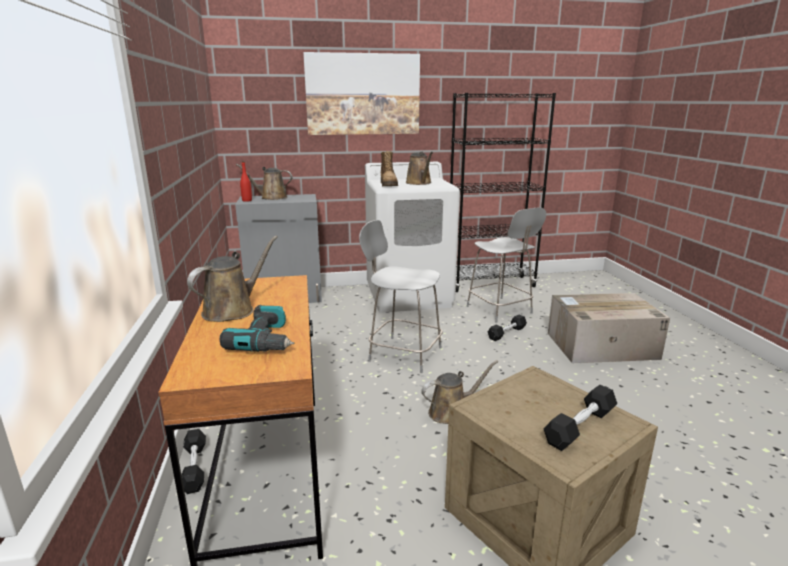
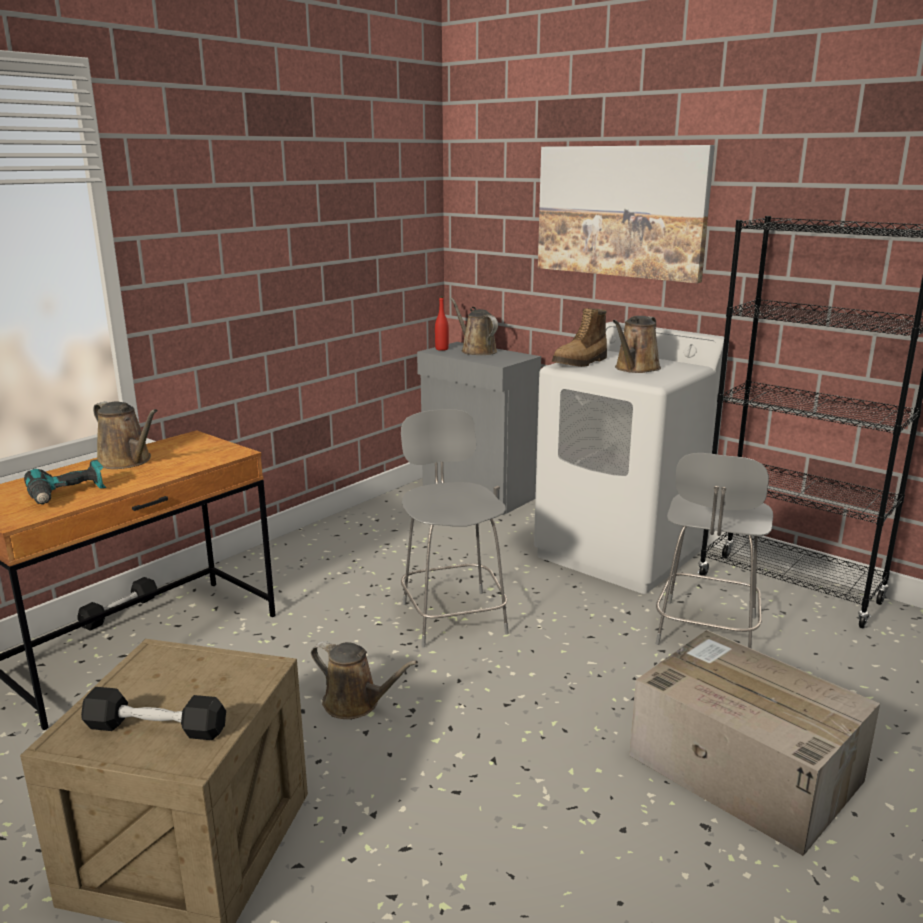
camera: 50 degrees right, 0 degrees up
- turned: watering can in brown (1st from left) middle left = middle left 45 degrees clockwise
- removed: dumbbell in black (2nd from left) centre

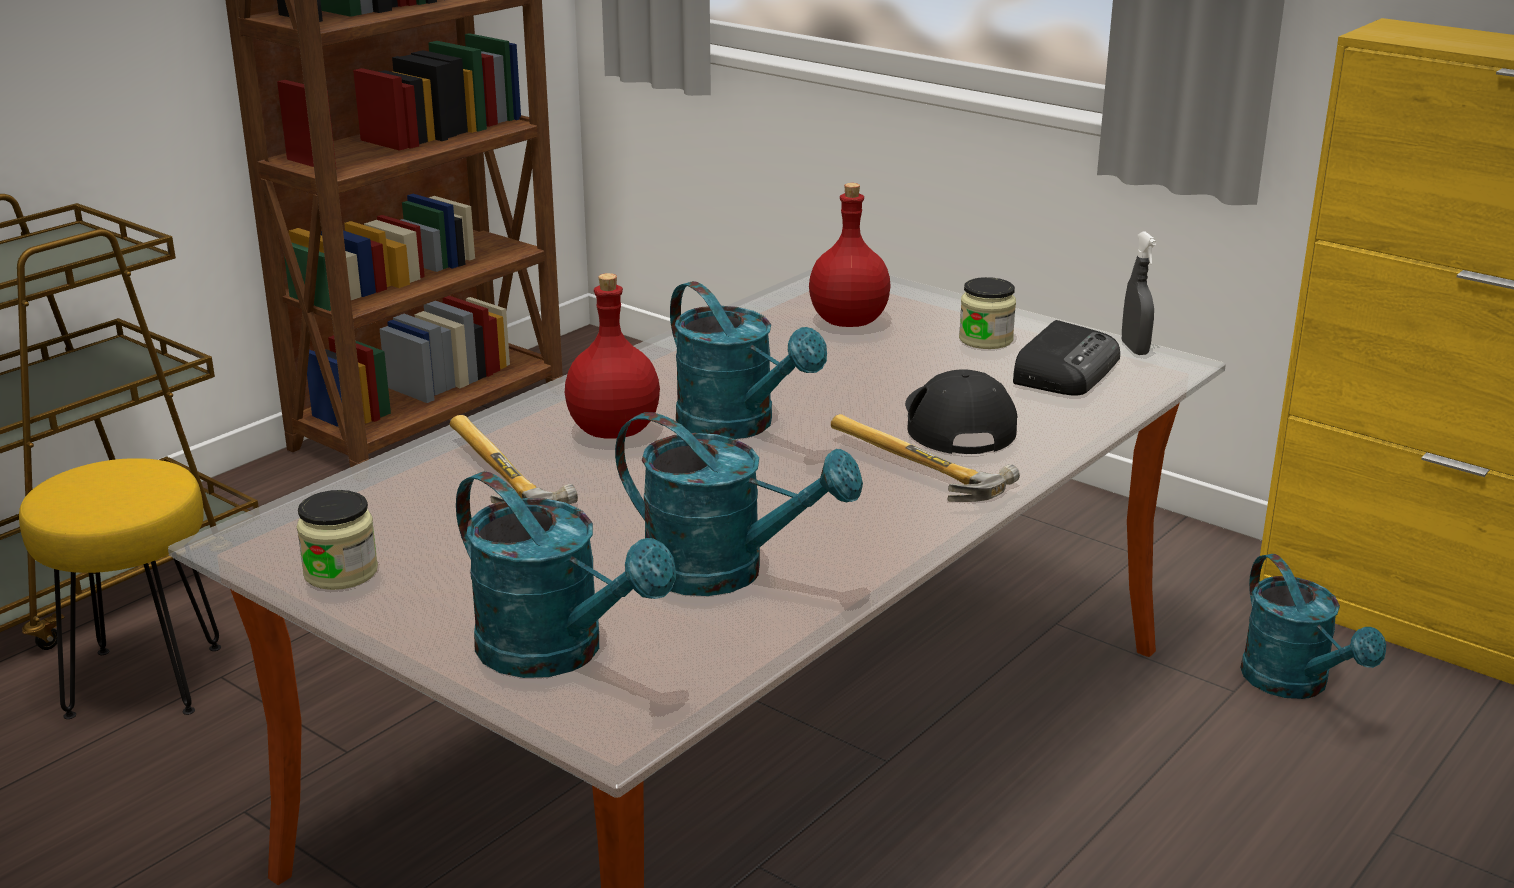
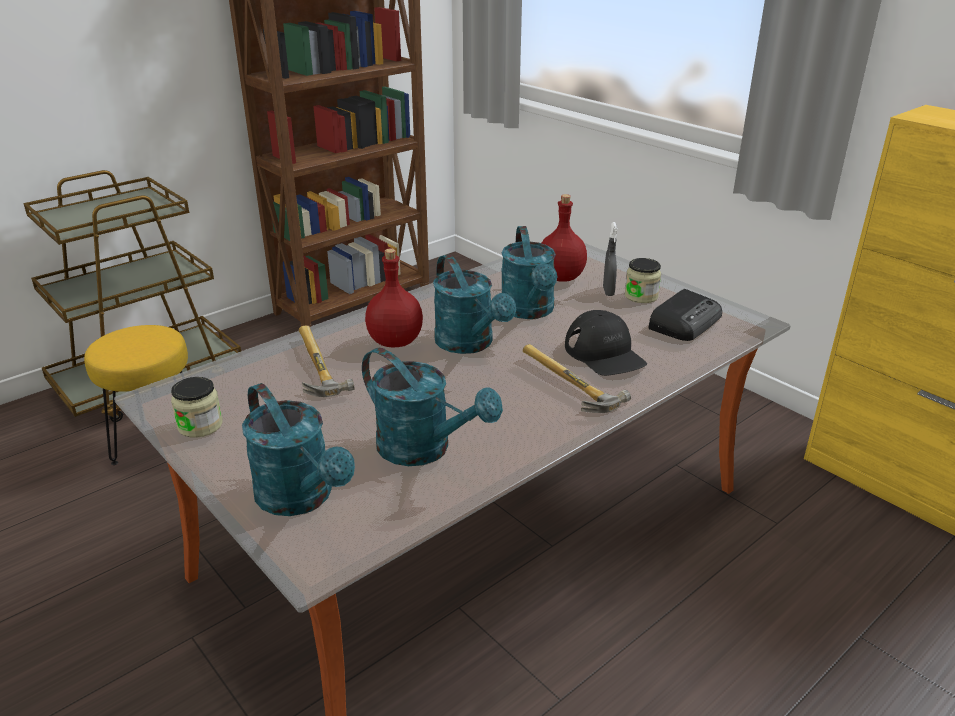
camera: 10 degrees right, 5 degrees up
- moved: spray bottle in grey top right to centre
- turned: cap in black centre = centre 150 degrees clockwise
- moved: watering can in turquoise (4th from left) bottom right to centre

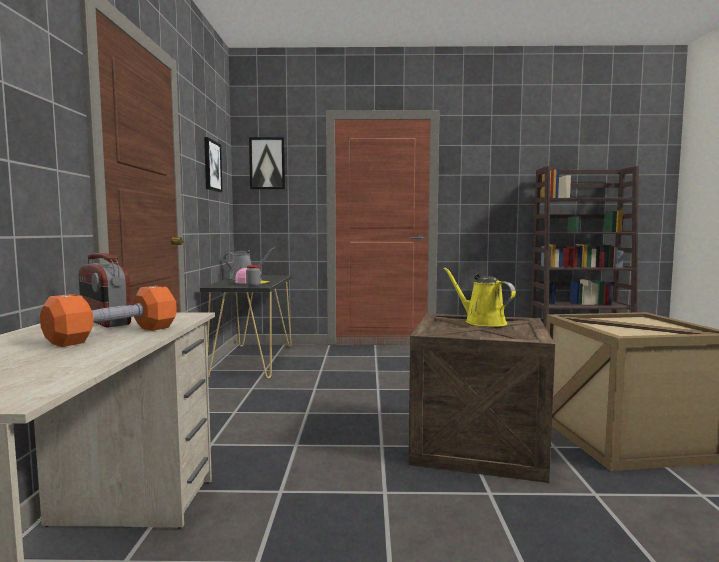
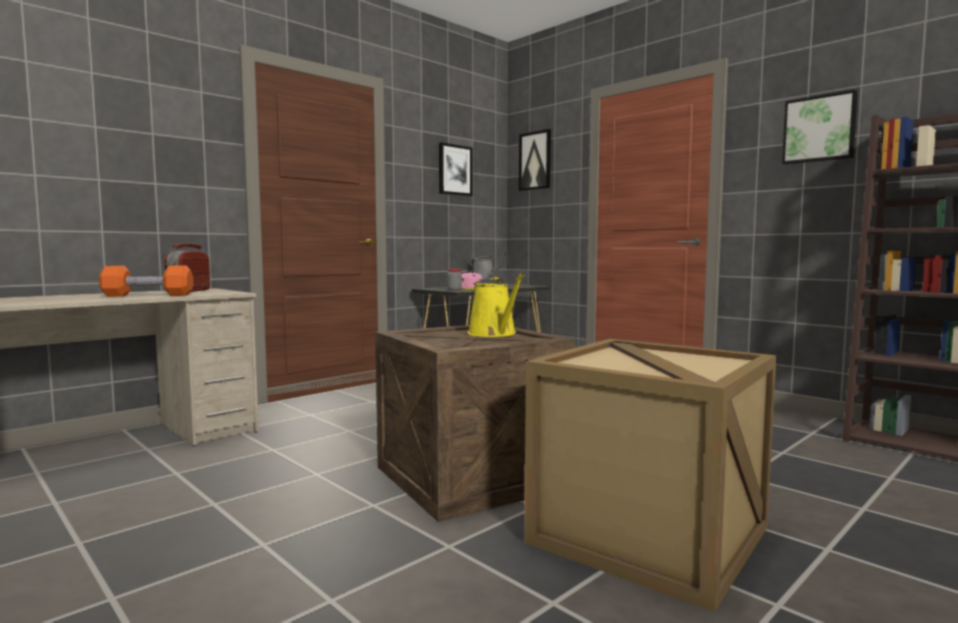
camera: 45 degrees right, 0 degrees up
- turned: watering can in yellow centre = centre 150 degrees clockwise
- added: picture (3rd from left) top right

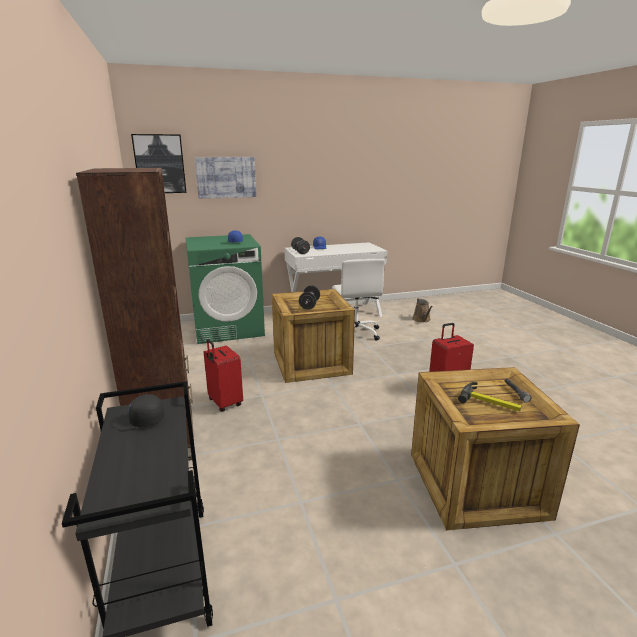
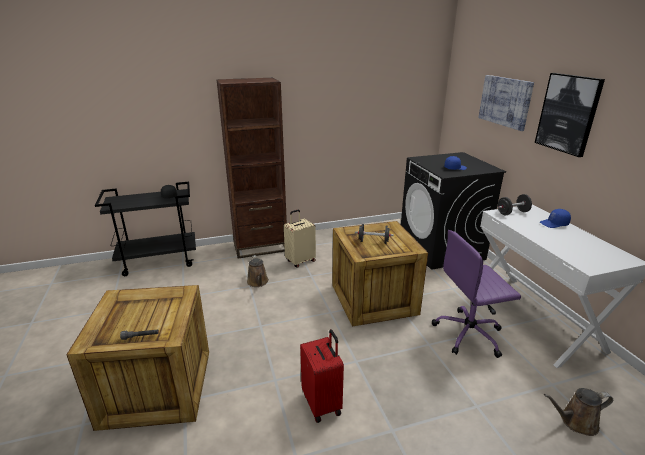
camera: 90 degrees right, 5 degrees up
- moved: picture (1st from left in the first image) top left to picture (2nd from left) top right
- recoloured: washing machine in green centre to washing machine in black middle right
- recoloured: office chair in white centre to office chair in purple middle right
- recoloured: suitcase in red (1st from left) centre to suitcase in beige centre
- removed: hammer middle right
- added: watering can in brown (1st from left) centre

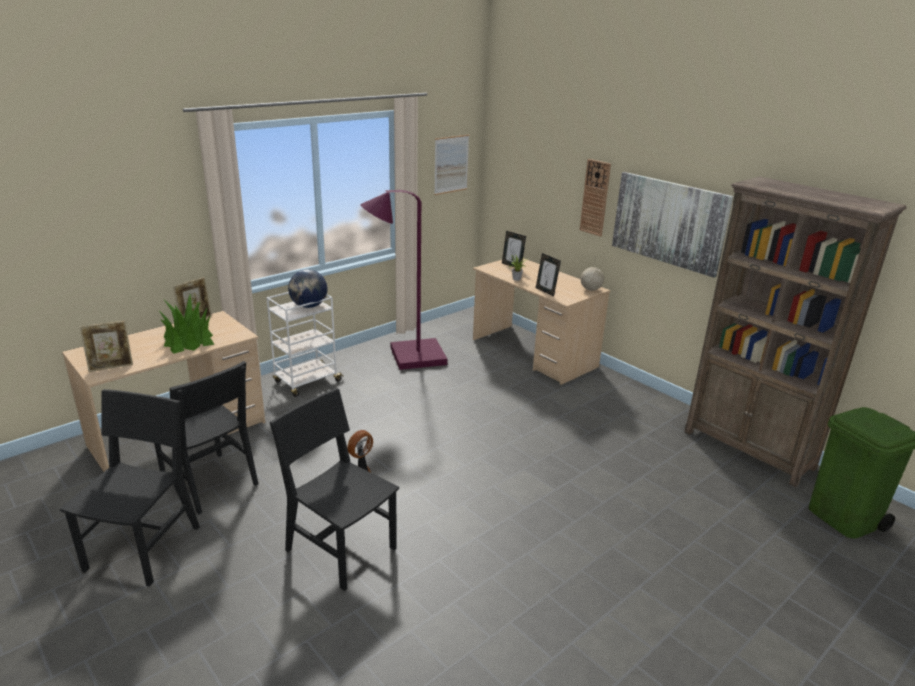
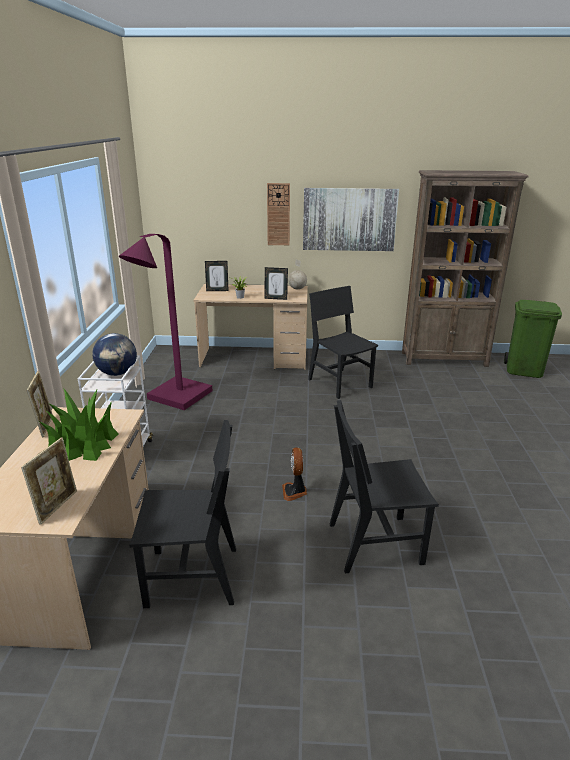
camera: 45 degrees left, 0 degrees up
- removed: picture (1st from left) top centre
- moved: chair in black (1st from left in the first image) bottom left to chair in black (2nd from left) centre

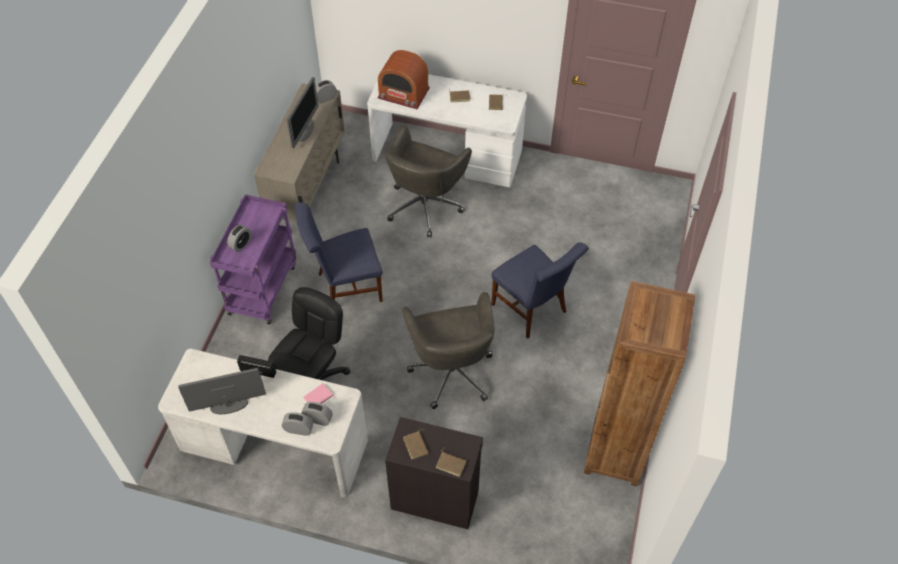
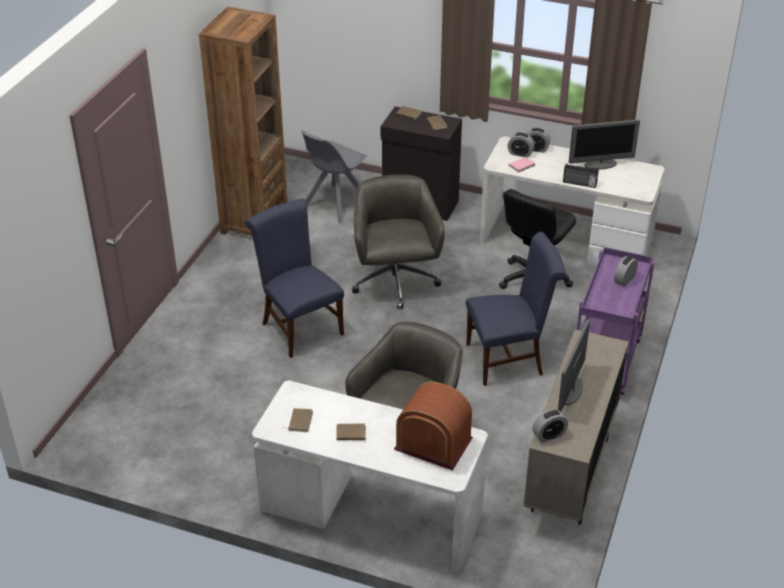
camera: 175 degrees left, 15 degrees down
- added: chair in grey top centre

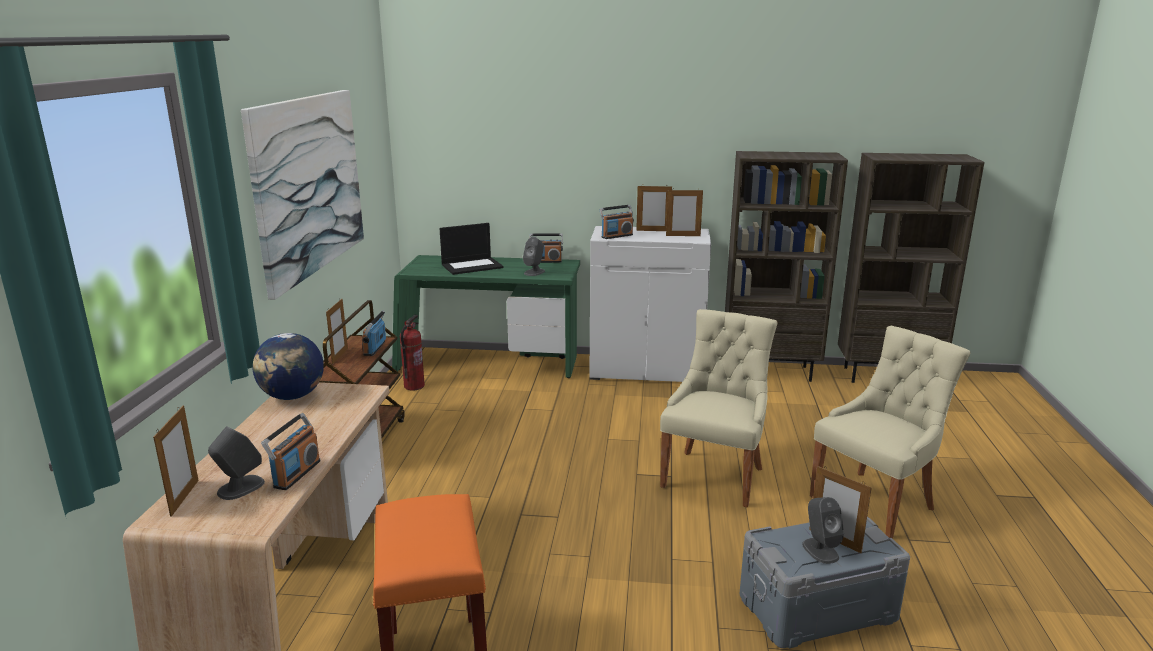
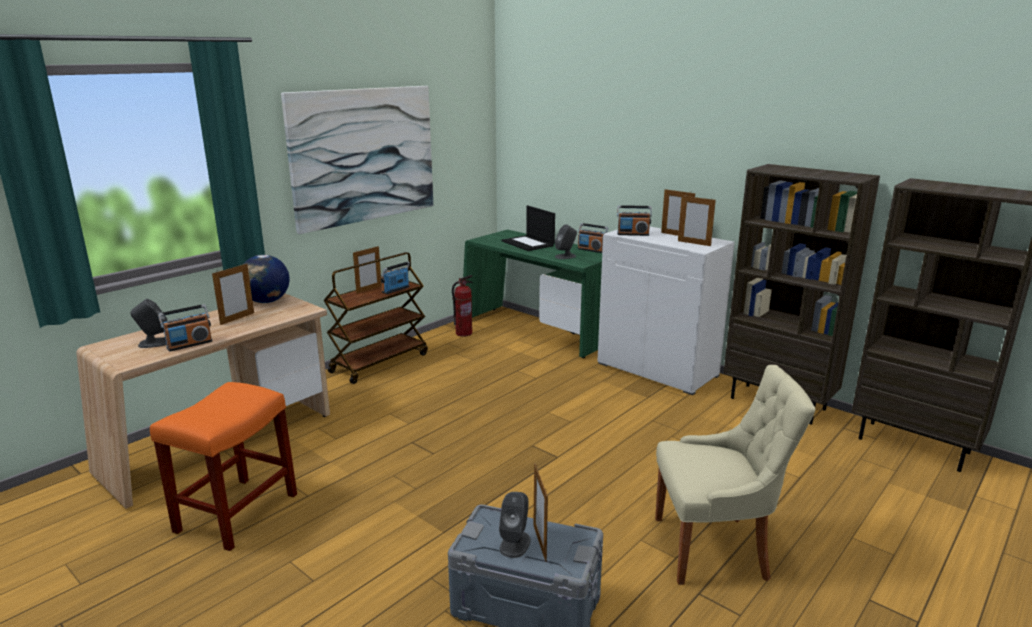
camera: 35 degrees right, 0 degrees up
- turned: laptop centre = centre 45 degrees clockwise
- removed: chair in beige (1st from left) centre
- moved: picture frame (1st from left) bottom left to middle left

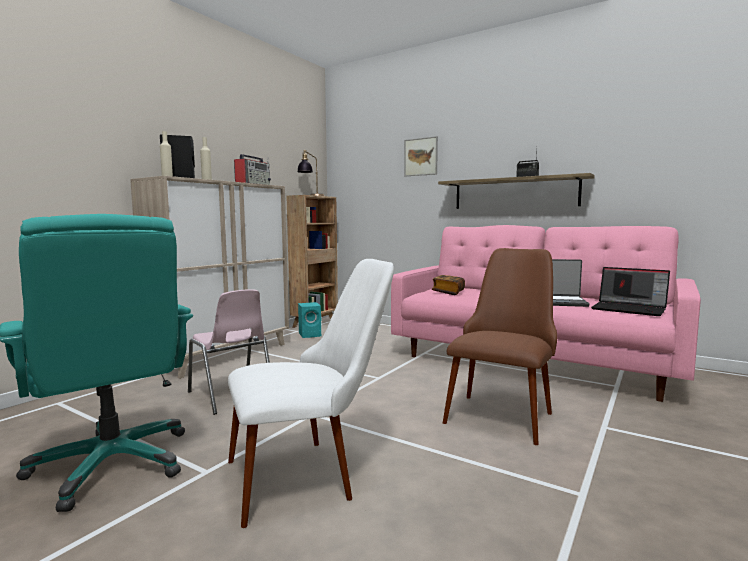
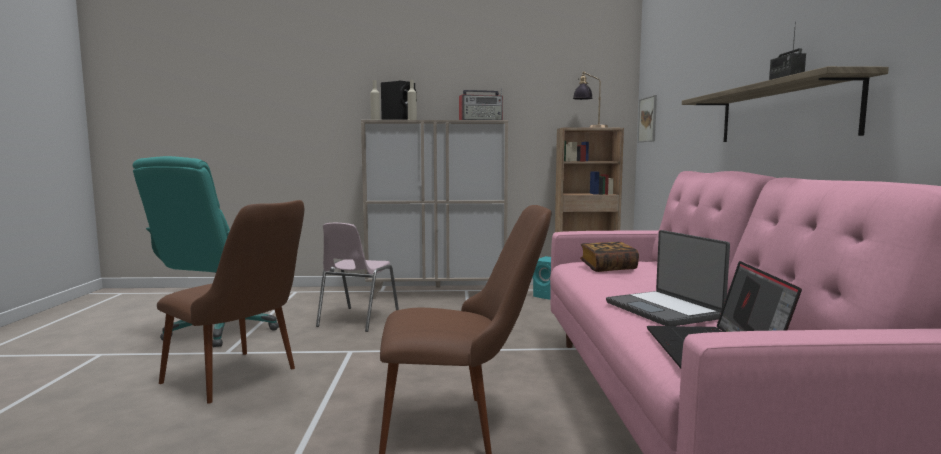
camera: 55 degrees right, 0 degrees up
- moved: picture top centre to top right
- recoloured: chair in white bottom centre to chair in brown (1st from left) middle left

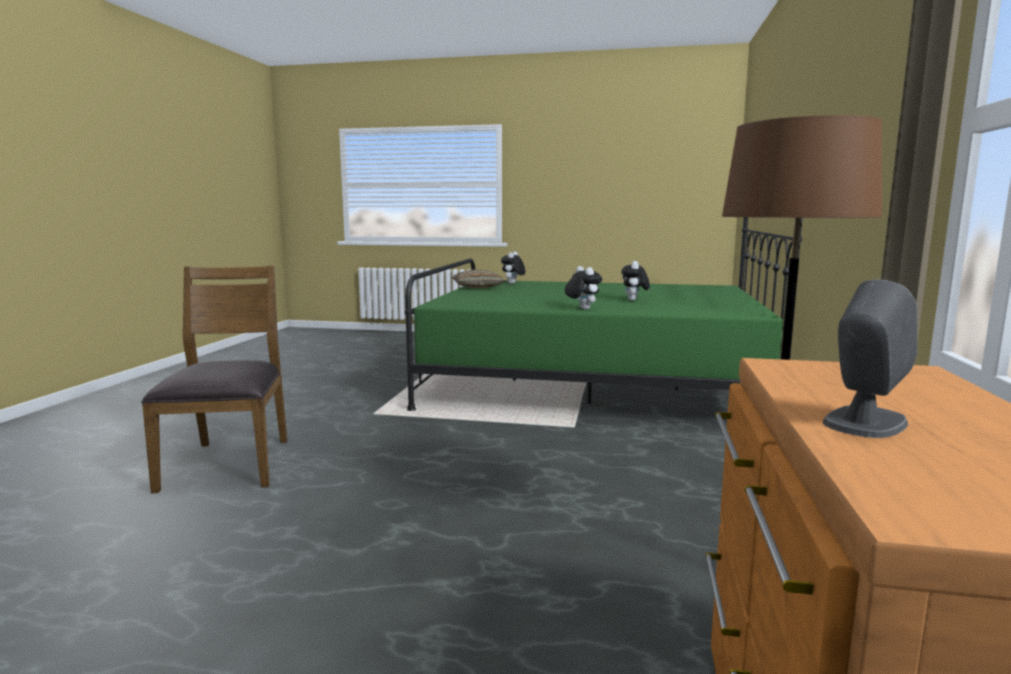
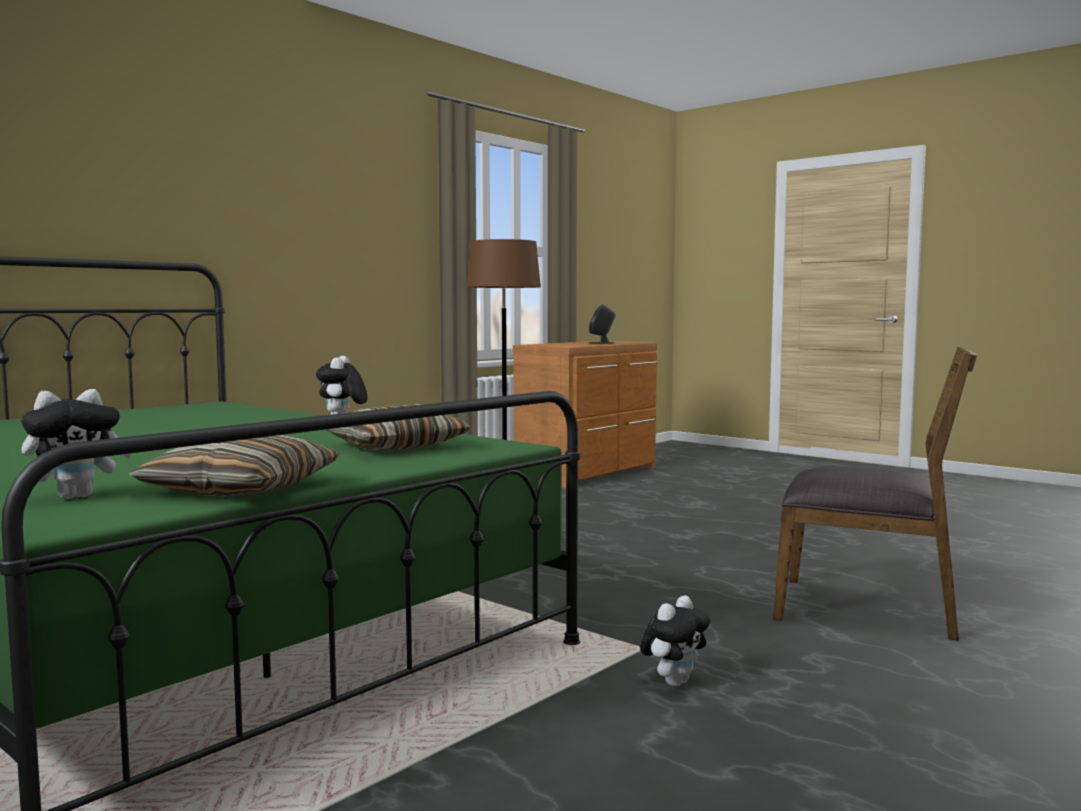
camera: 150 degrees left, 5 degrees down
- moved: plush toy (3rd from left) centre to bottom centre
- turned: chair in brown middle left = middle right 90 degrees counterclockwise
- added: pillow (2nd from left) centre

